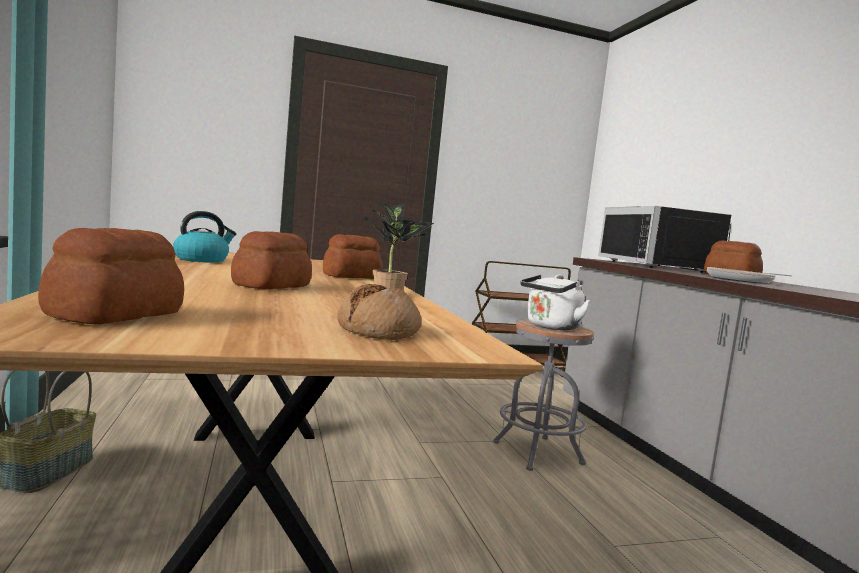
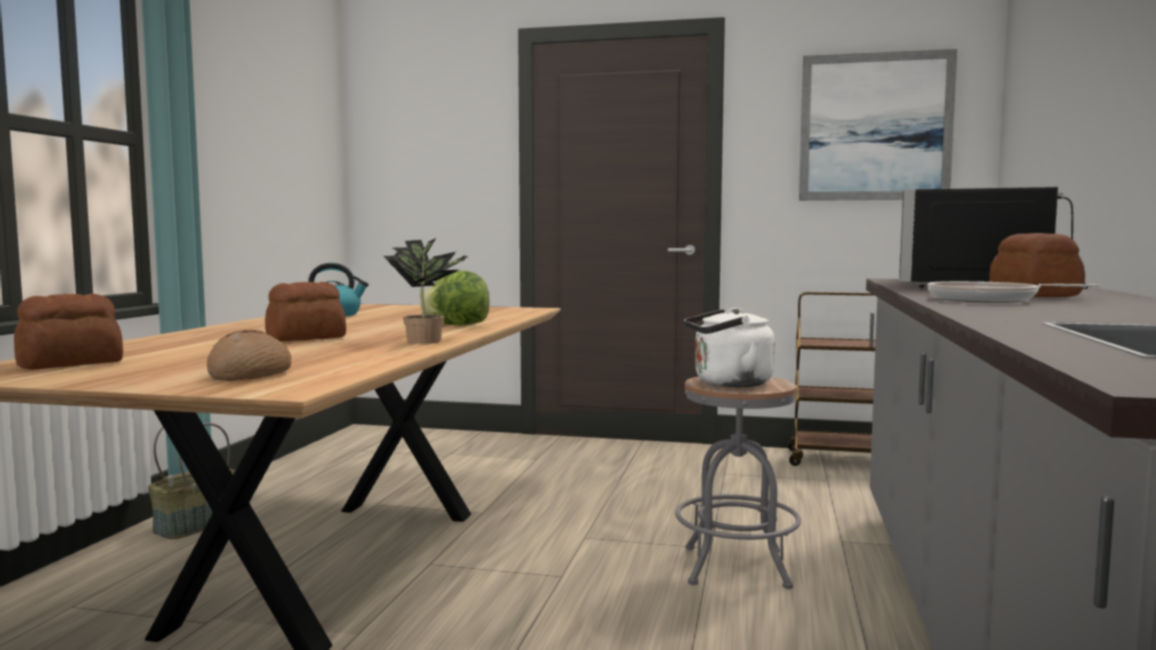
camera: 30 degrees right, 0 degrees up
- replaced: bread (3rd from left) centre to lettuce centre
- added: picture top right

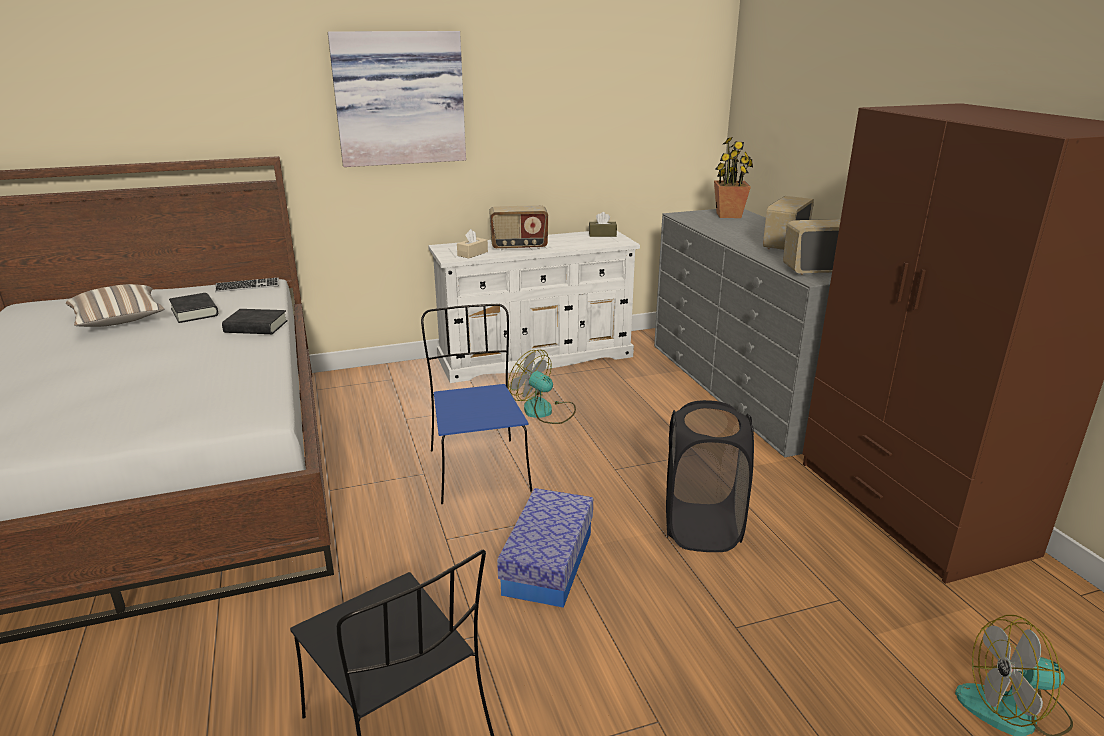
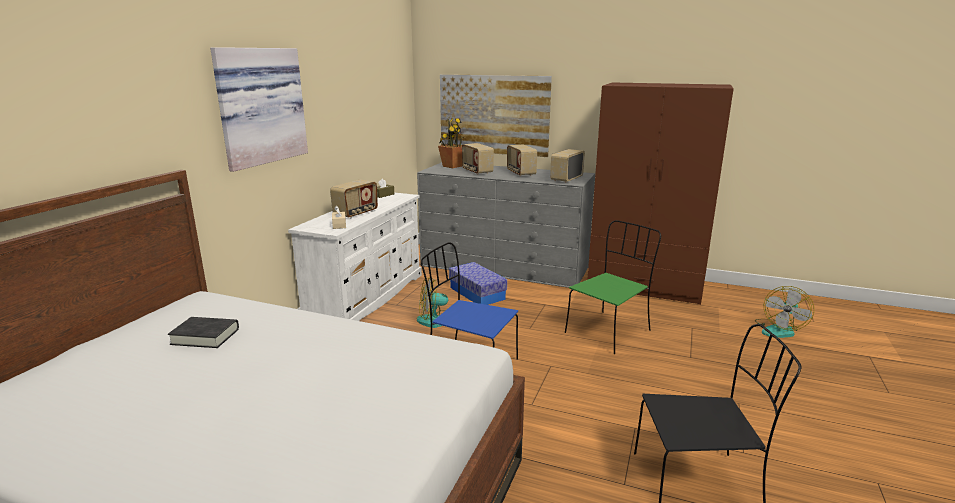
camera: 50 degrees left, 5 degrees down
- removed: keyboard middle left
- removed: pillow middle left
- removed: book in black (2nd from left) middle left
- replaced: laundry basket in black centre to chair in green centre
- moved: storage box bottom centre to centre
- added: picture (2nd from left) top centre
- added: radio (2nd from left) top centre

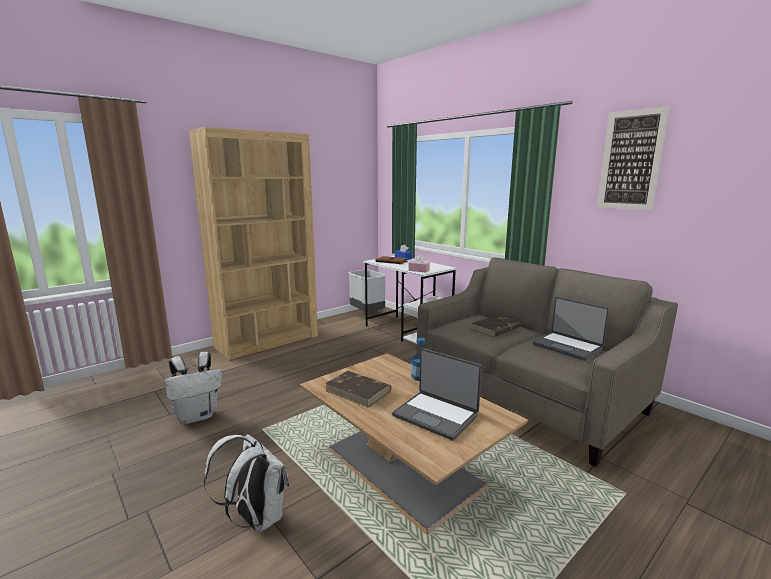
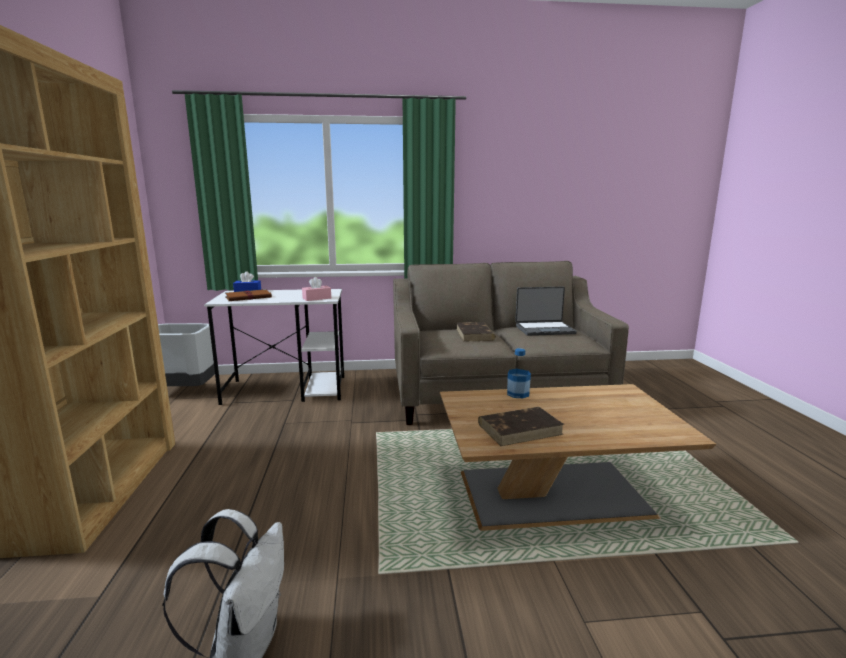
camera: 55 degrees left, 0 degrees up
- removed: picture top right
- removed: laptop (1st from left) bottom centre
- removed: backpack in white (2nd from left) bottom left

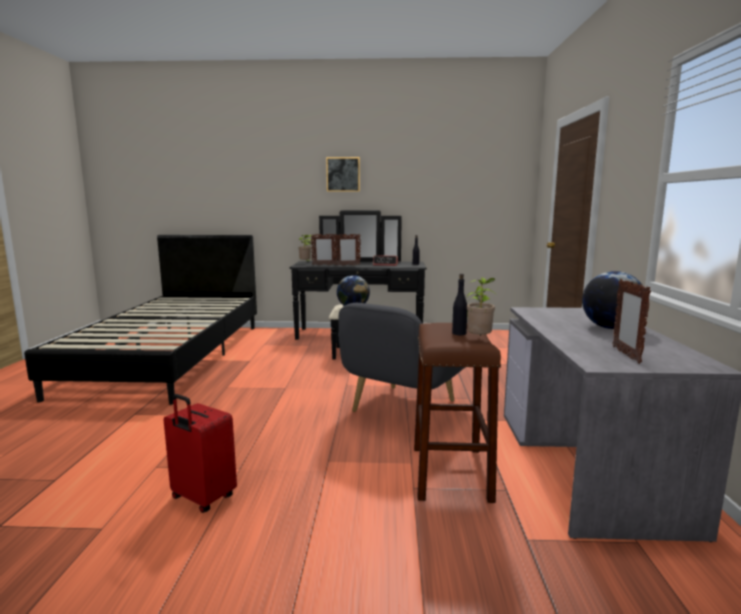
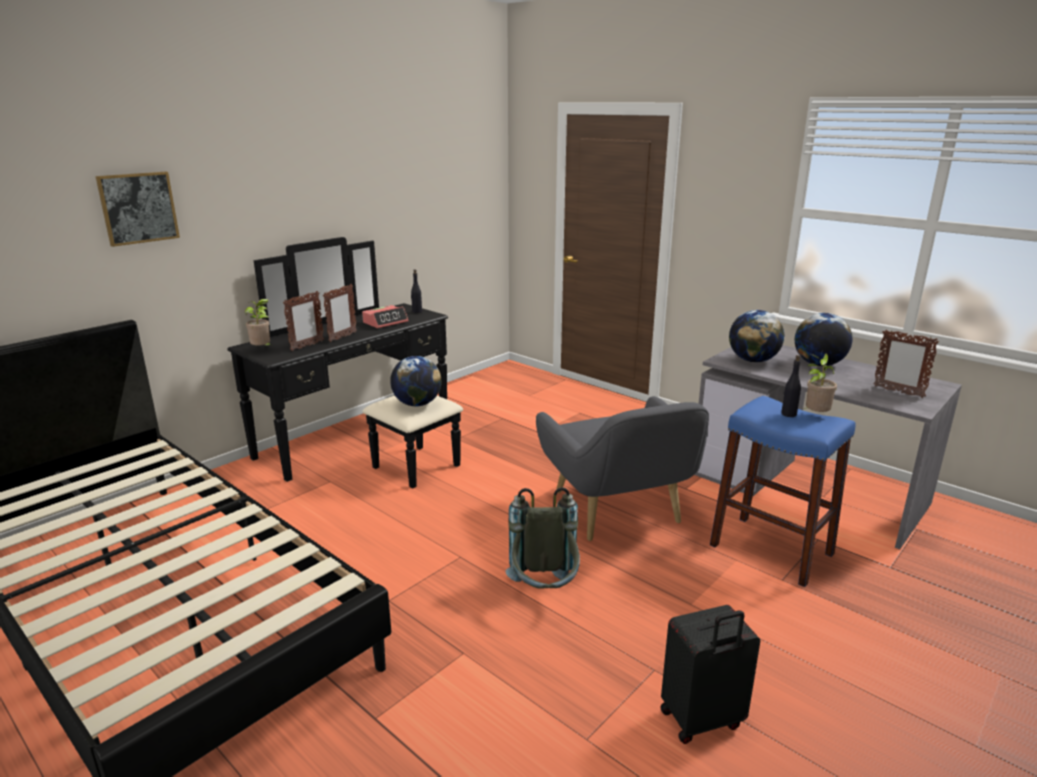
camera: 50 degrees left, 10 degrees up
- moved: picture top centre to top left
- recoloured: stool in brown bottom centre to stool in blue middle right
- recoloured: suitcase in red bottom left to suitcase in black bottom right
- added: globe (2nd from left) middle right
- added: backpack in grey bottom centre

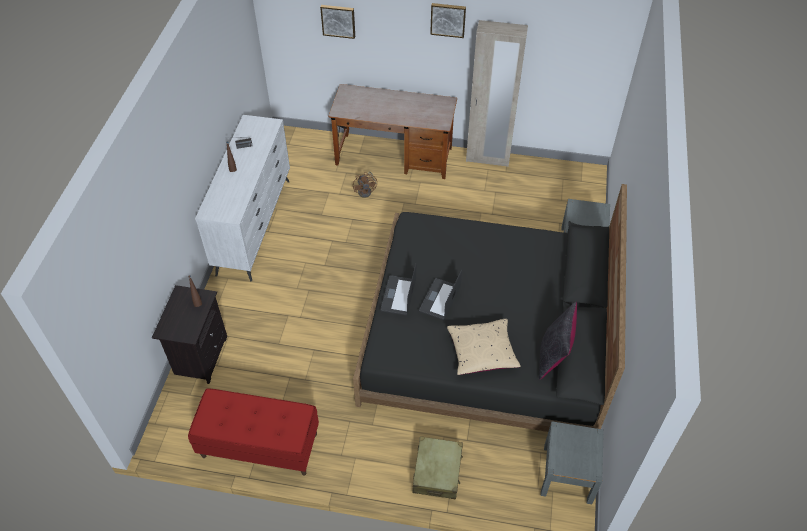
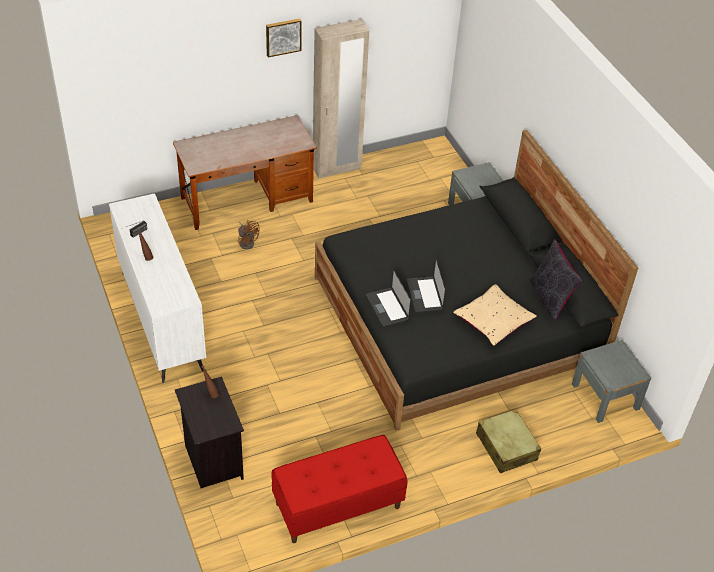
camera: 35 degrees left, 5 degrees down
- removed: picture (1st from left) top centre

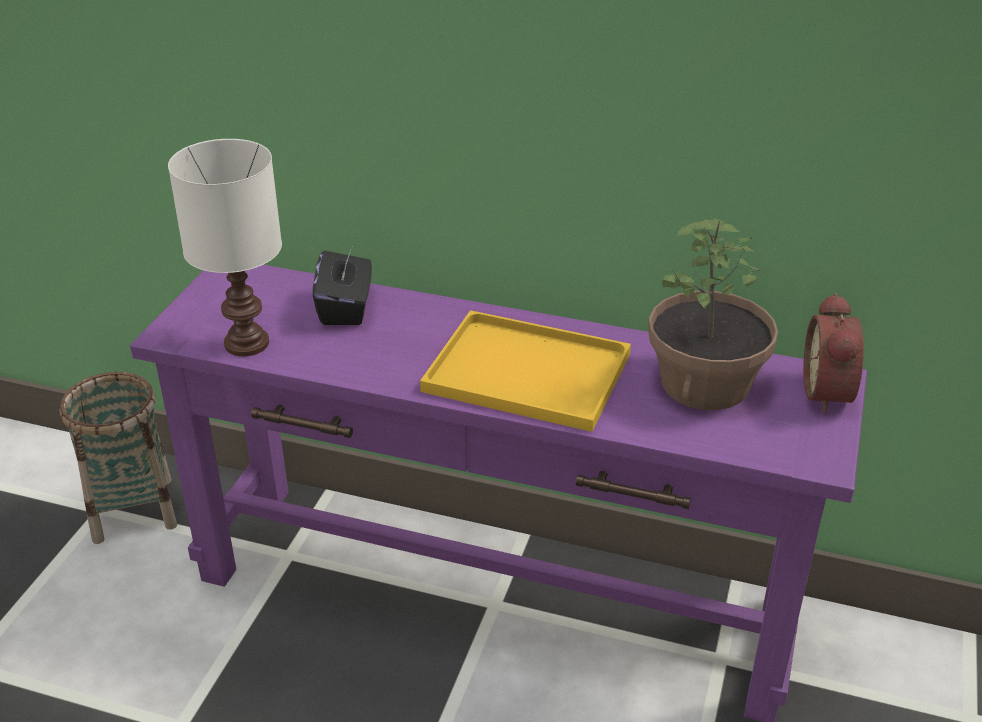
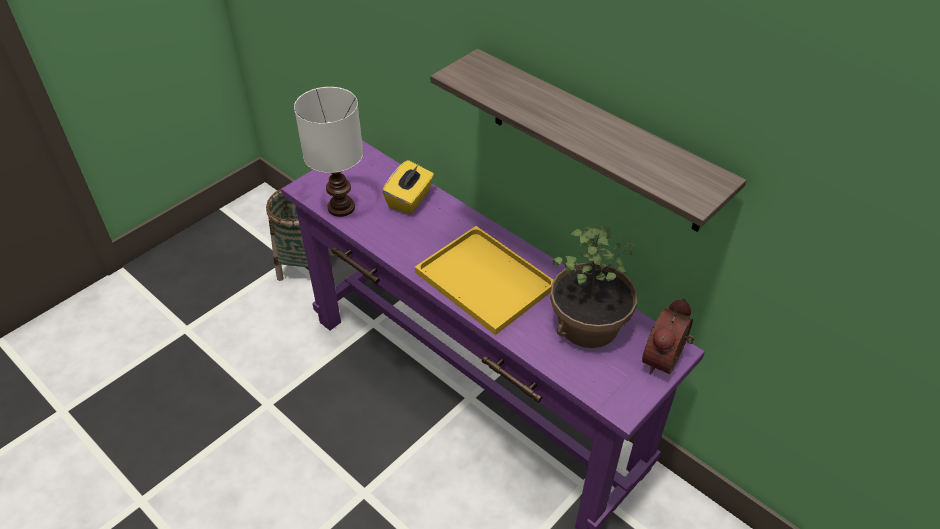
camera: 25 degrees right, 10 degrees up
- recoloured: tissue box in black centre to tissue box in yellow centre
- added: shelf top centre

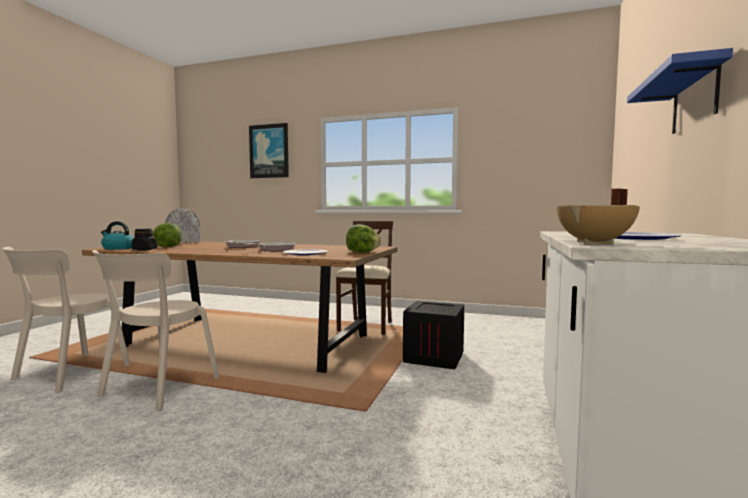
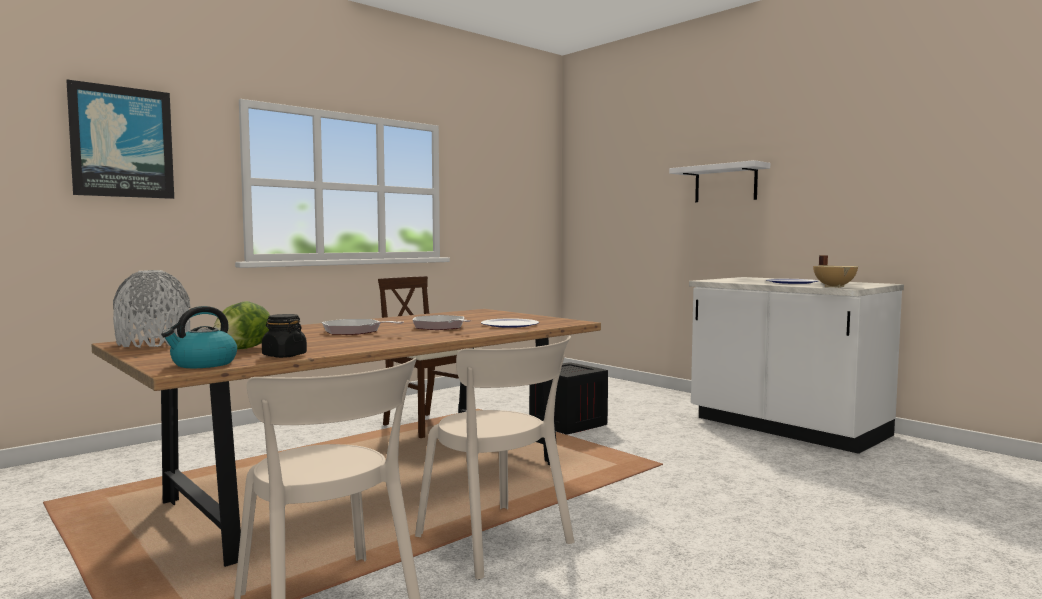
camera: 60 degrees left, 0 degrees up
- recoloured: shelf in blue top right to shelf in white top right
- removed: lettuce (2nd from left) centre

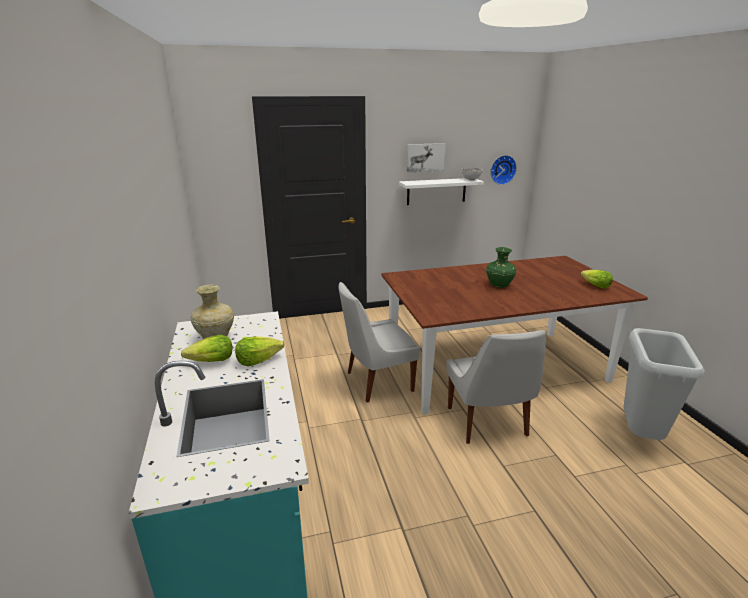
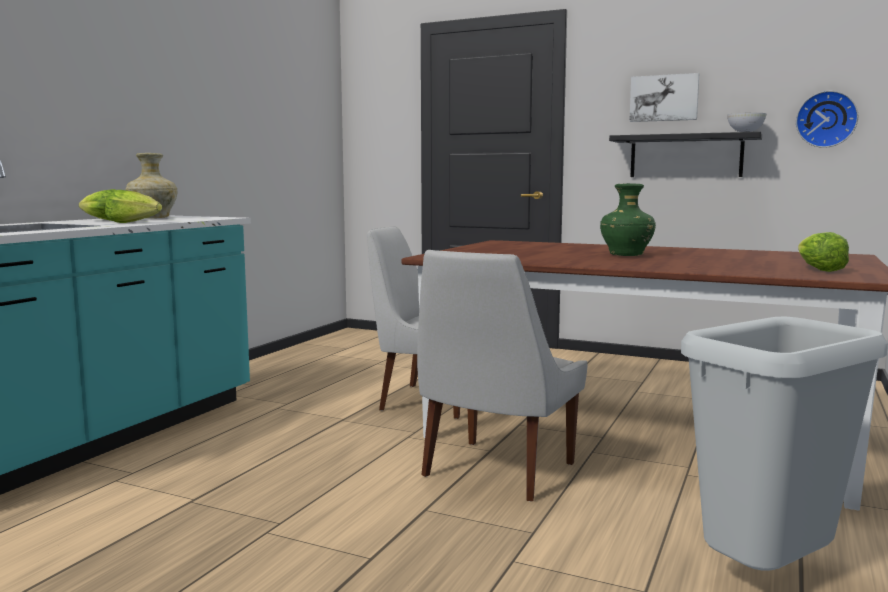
camera: 40 degrees right, 15 degrees down
- recoloured: shelf in white top centre to shelf in black top right

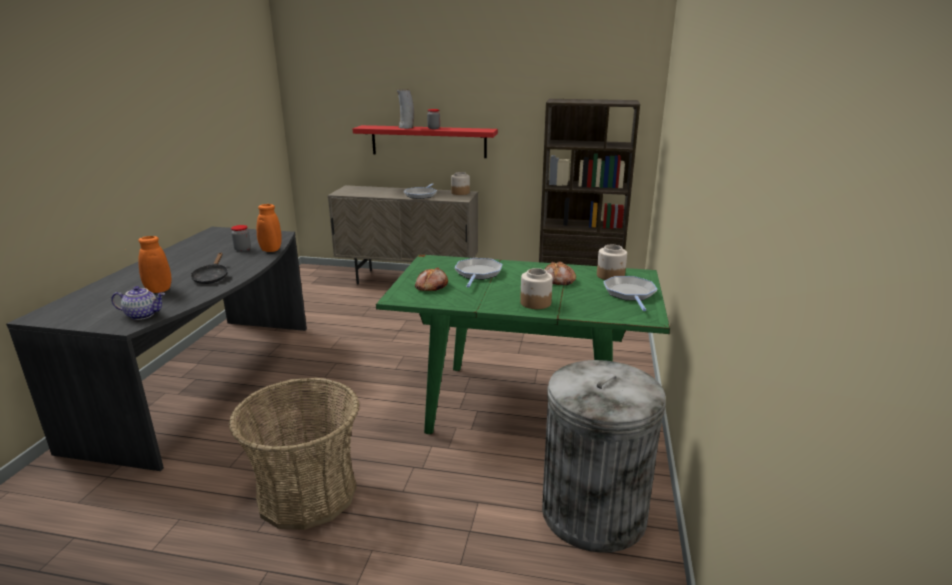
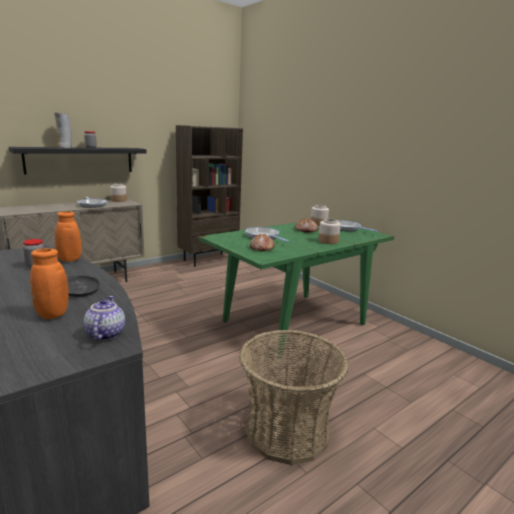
camera: 50 degrees left, 5 degrees down
- recoloured: shelf in red top centre to shelf in black top left
- turned: teapot middle left = middle left 45 degrees counterclockwise
- removed: trash can in grey bottom centre

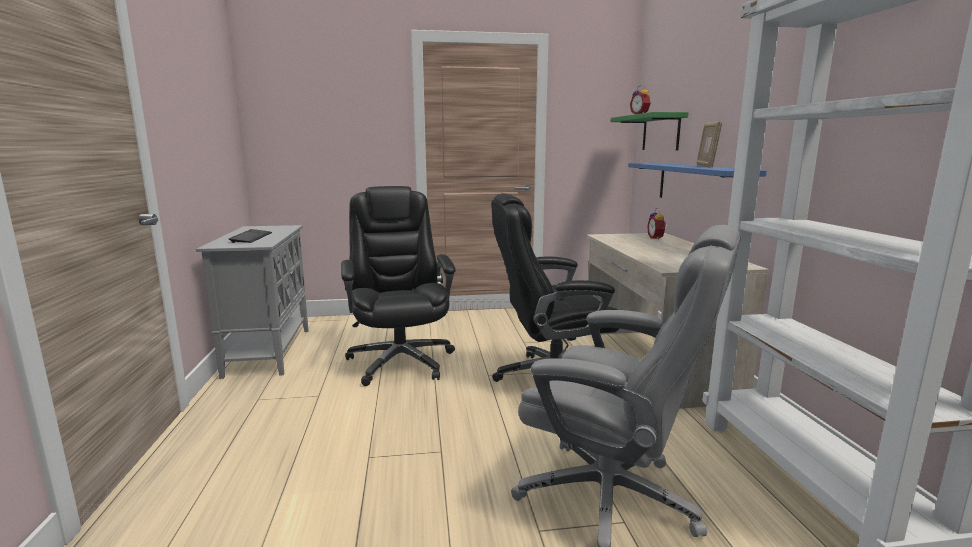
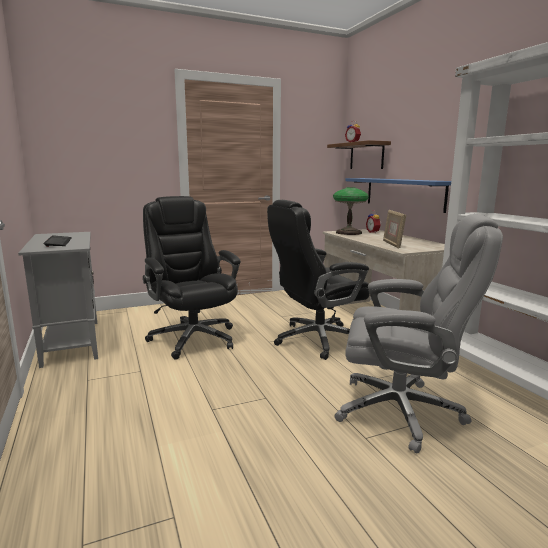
camera: 15 degrees left, 0 degrees up
- recoloured: shelf in green top right to shelf in brown top centre
- moved: picture frame top right to middle right
- added: table lamp centre

